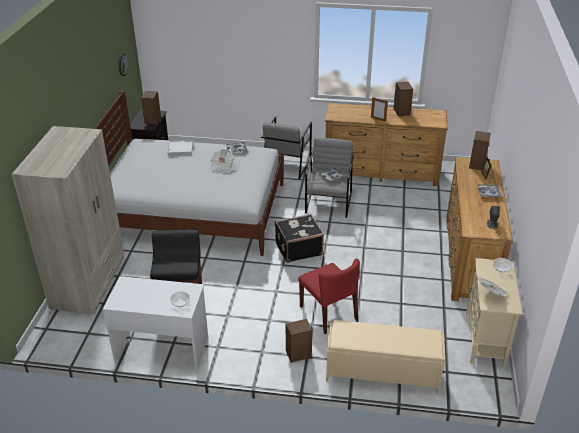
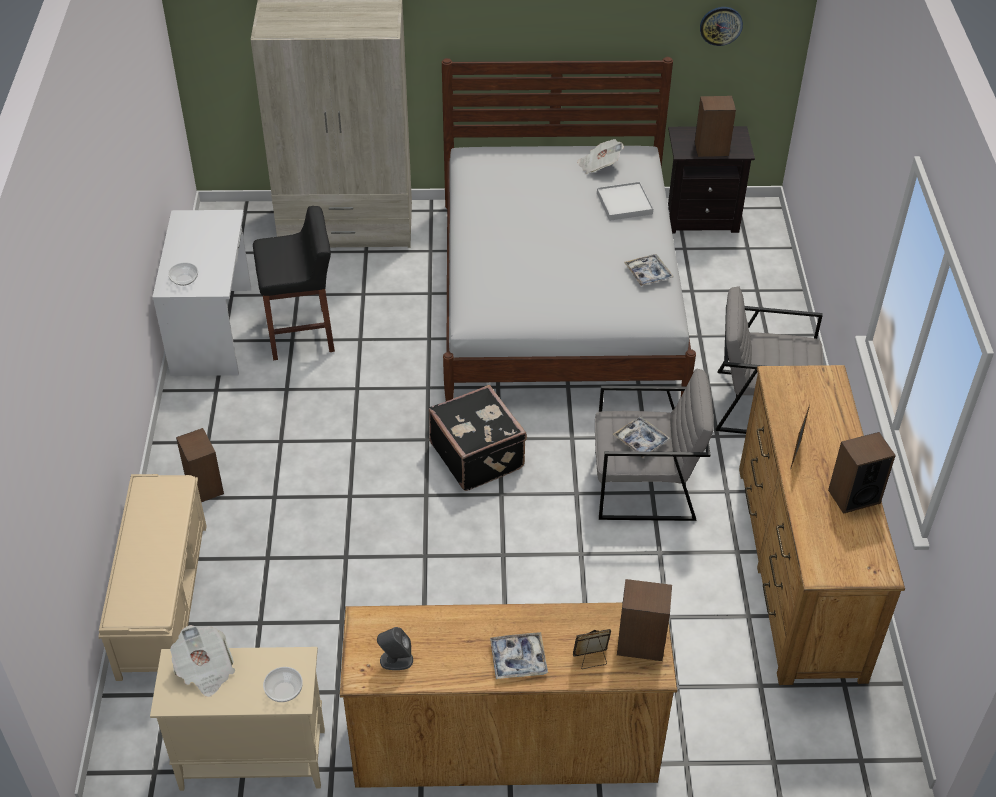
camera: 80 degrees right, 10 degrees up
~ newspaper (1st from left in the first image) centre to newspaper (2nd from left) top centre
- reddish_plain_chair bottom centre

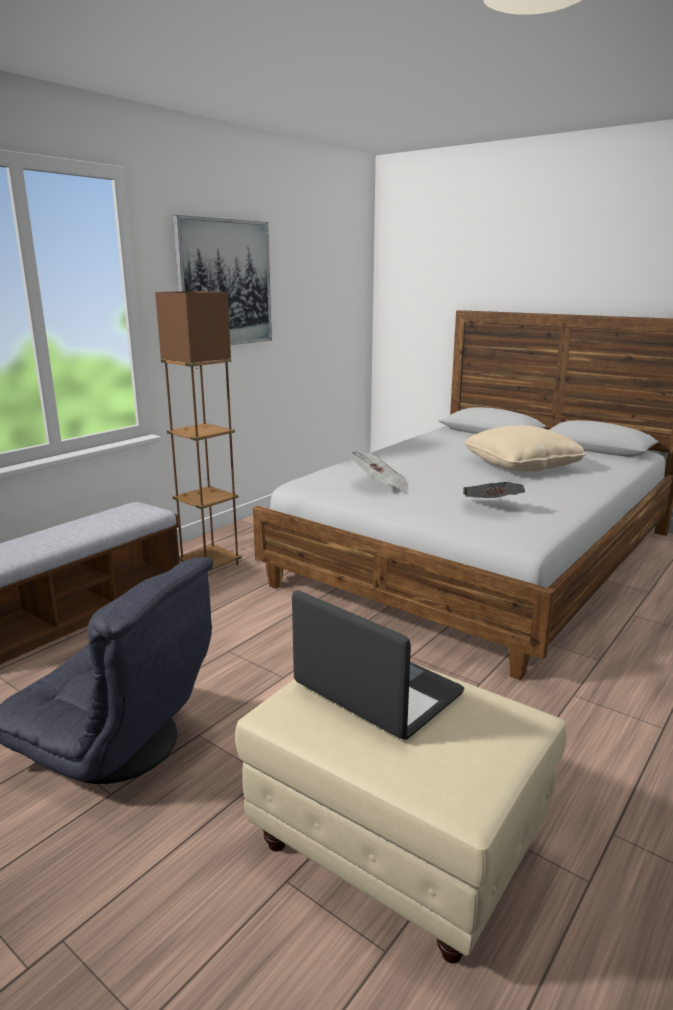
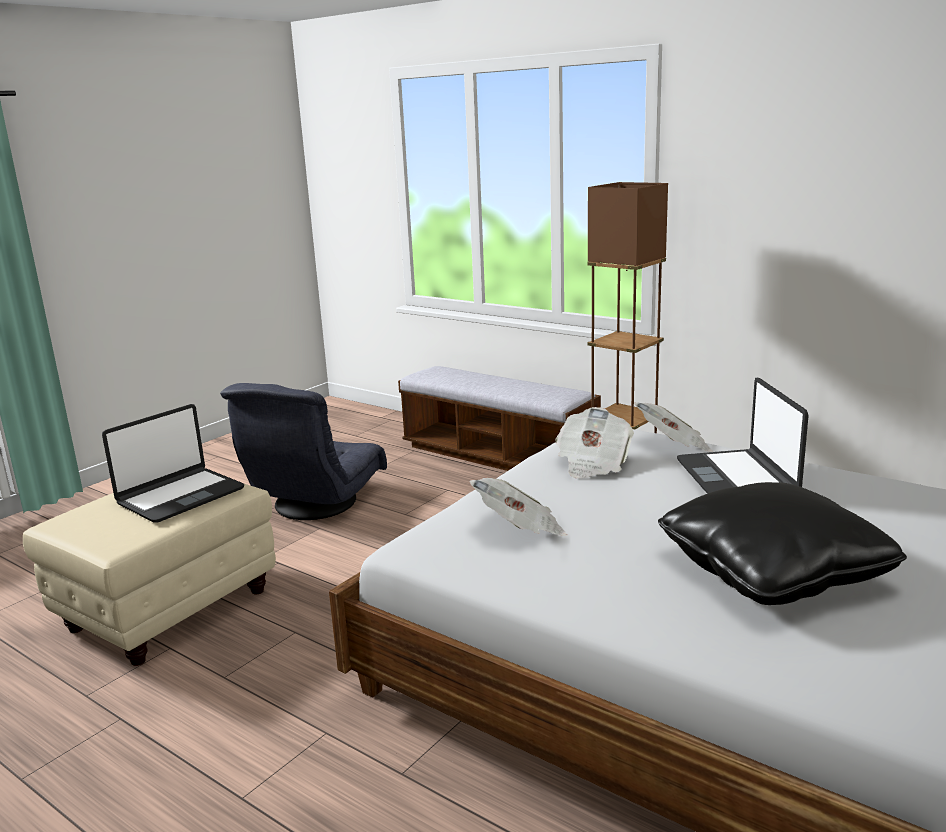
camera: 90 degrees right, 0 degrees up
- wall_picture top left
~ sand-coloured_pillow middle right to black_pillow middle right
+ laptop (2nd from left) middle right
+ newspaper (3rd from left) middle right

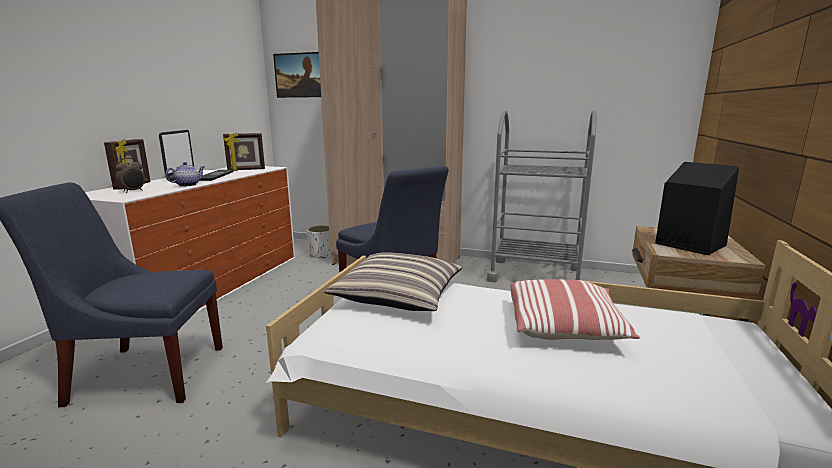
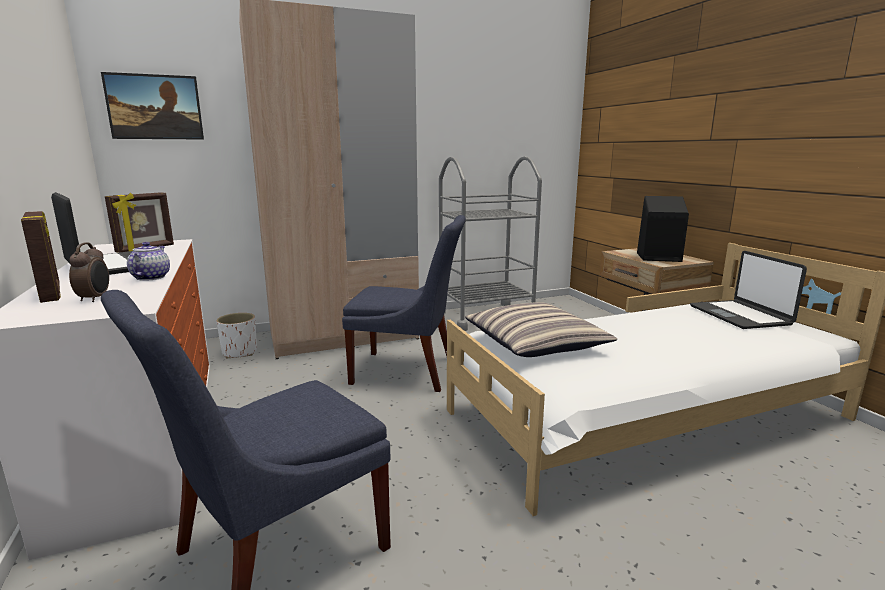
camera: 40 degrees left, 0 degrees up
- pillow (2nd from left) middle right
+ laptop (2nd from left) middle right

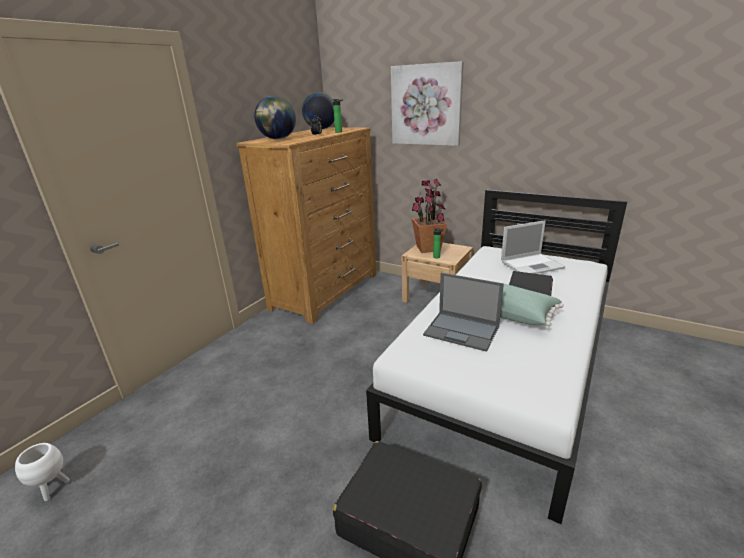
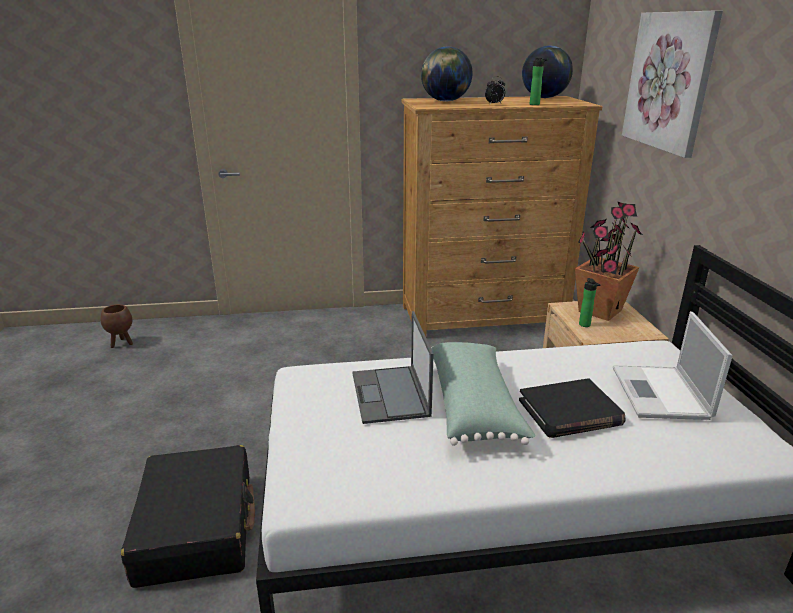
camera: 50 degrees right, 0 degrees up
~ laptop (2nd from left) middle right = middle right 60 degrees clockwise
~ white_flower_pot bottom left to brown_flower_pot middle left

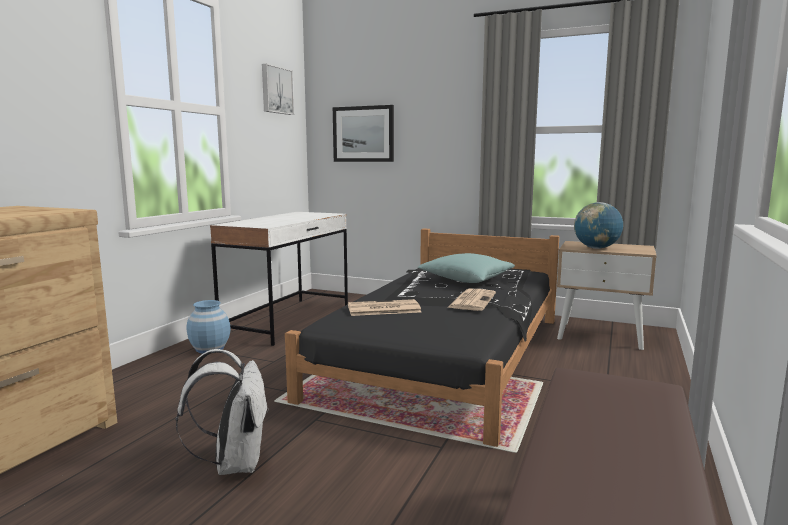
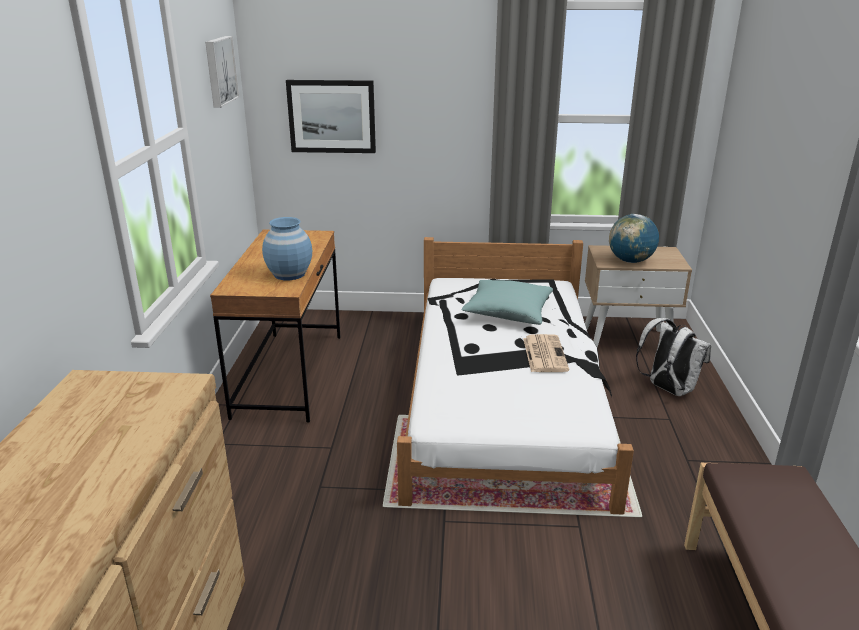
camera: 20 degrees left, 15 degrees up
~ white_desk_table centre to brown_desk_table middle left
~ black_sleeping_bed centre to white_sleeping_bed centre
- newspaper (1st from left) centre
~ bluish_decorative_vase middle left to centre
~ white_rucksack bottom left to middle right

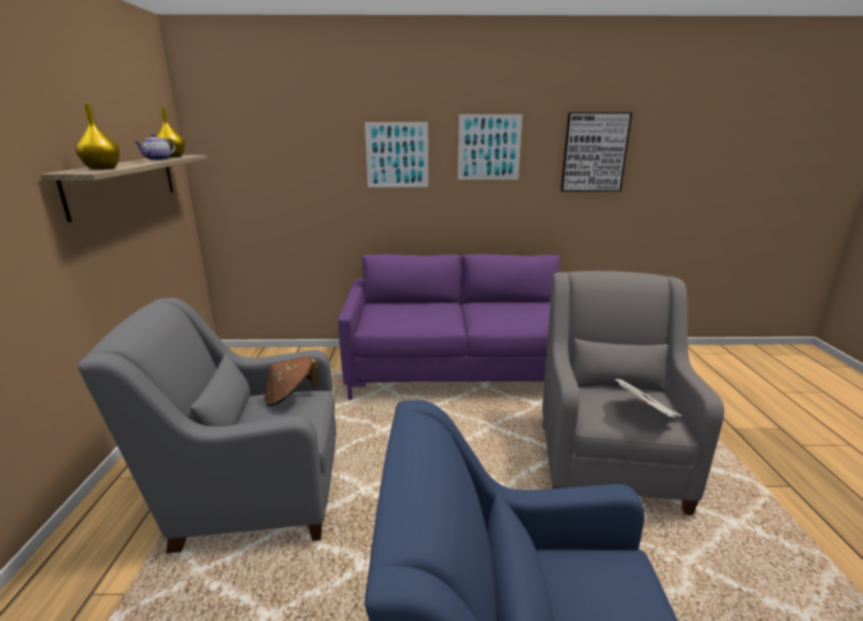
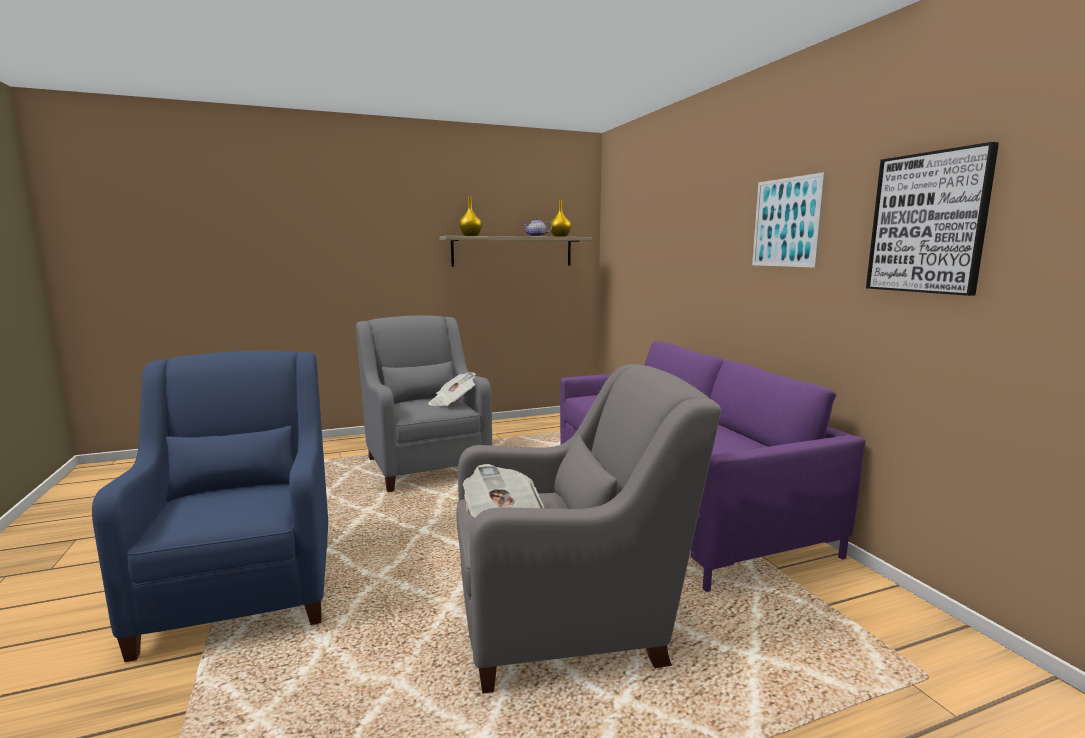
camera: 70 degrees right, 10 degrees down
- wall_picture (1st from left) top centre
~ brown_wearable_hat centre to newspaper (1st from left) centre

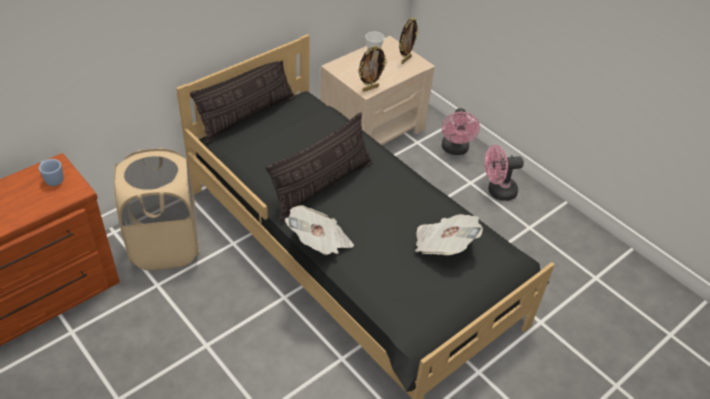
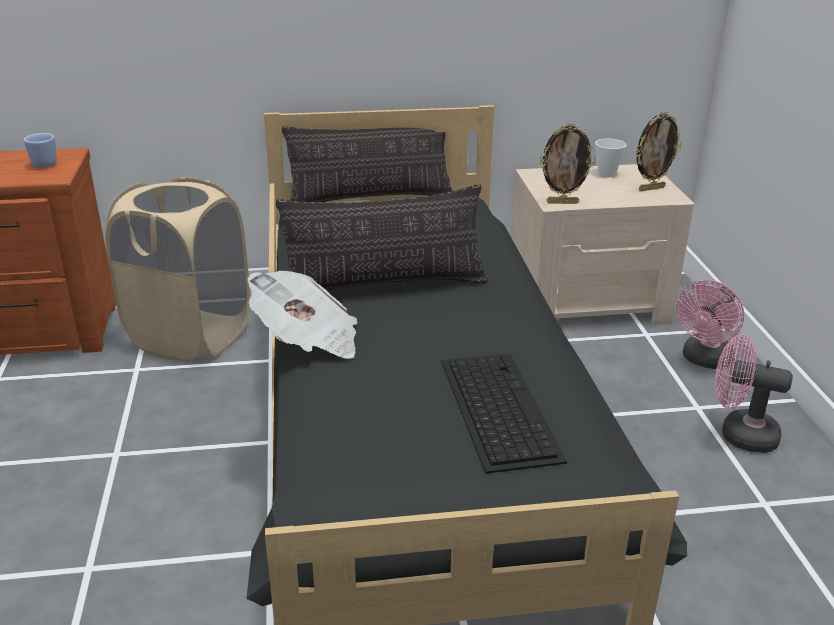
camera: 35 degrees right, 15 degrees down
~ newspaper (2nd from left) centre to keyboard centre

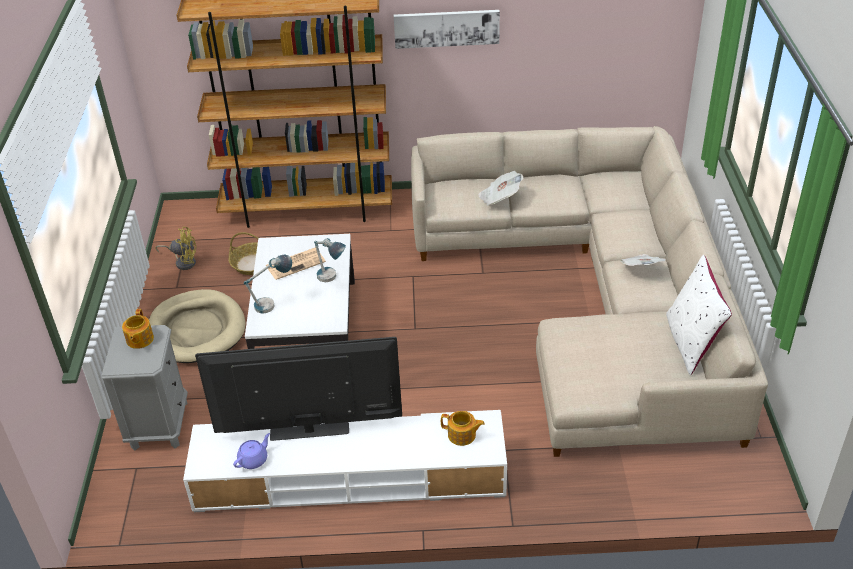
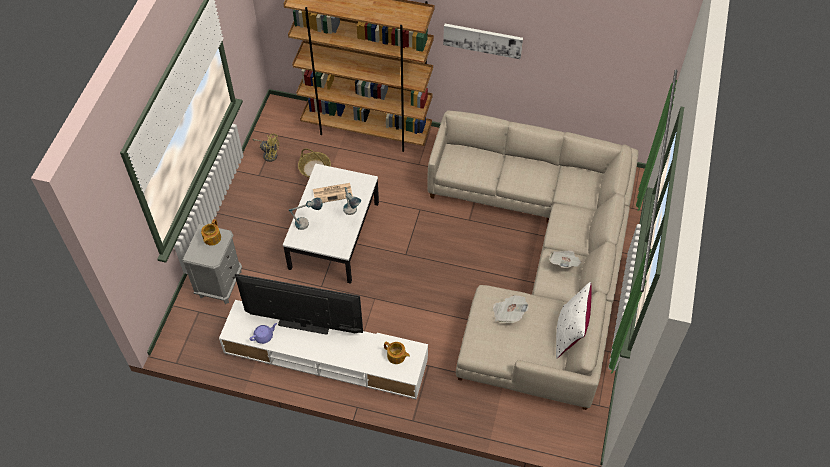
camera: 15 degrees right, 15 degrees up
~ newspaper (2nd from left) top centre to centre
- sand-coloured_dog_bed middle left

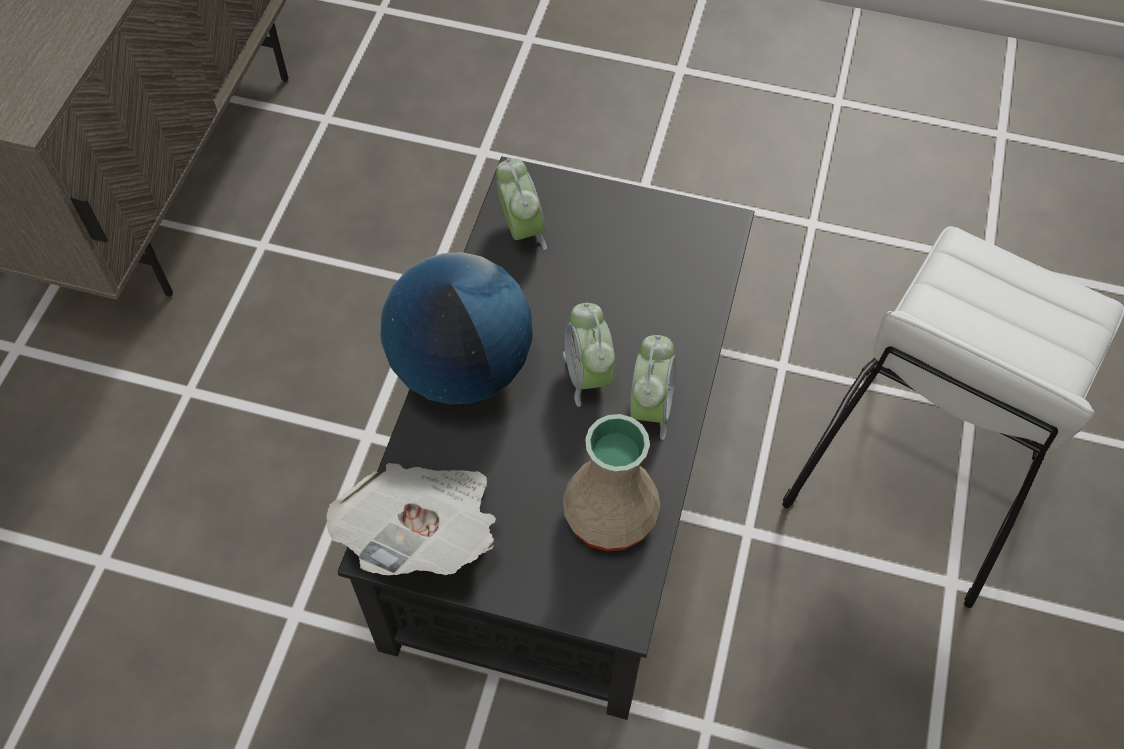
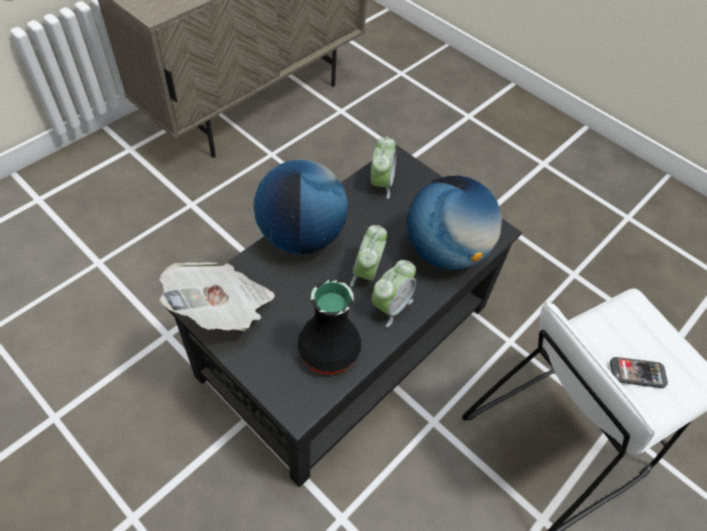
camera: 25 degrees right, 5 degrees down
~ sand-coloured_decorative_vase centre to black_decorative_vase centre
+ world_globe (2nd from left) centre
+ telephone bottom right

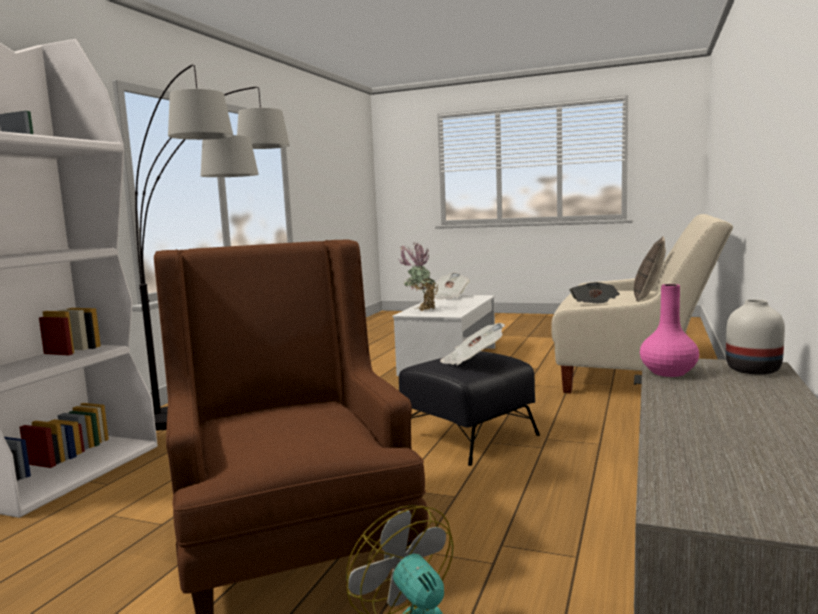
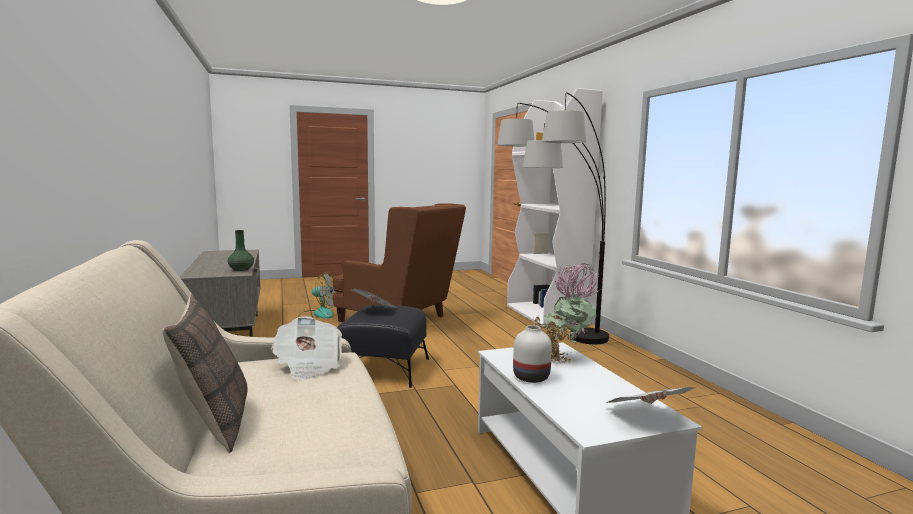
camera: 140 degrees right, 0 degrees up
~ pinkish_decorative_vase middle right to greenish_decorative_vase middle left
~ white_decorative_vase middle right to bottom centre

